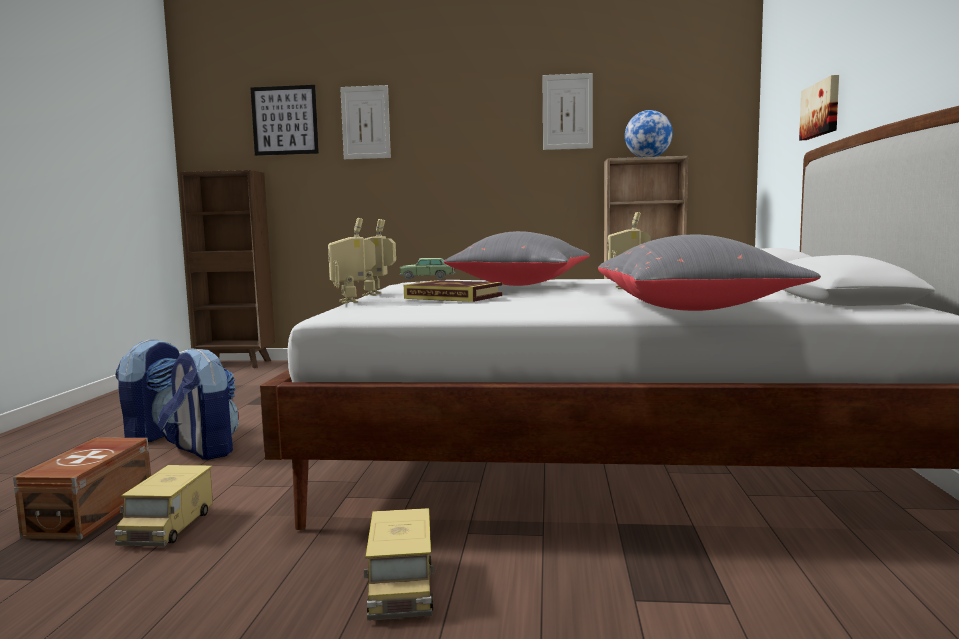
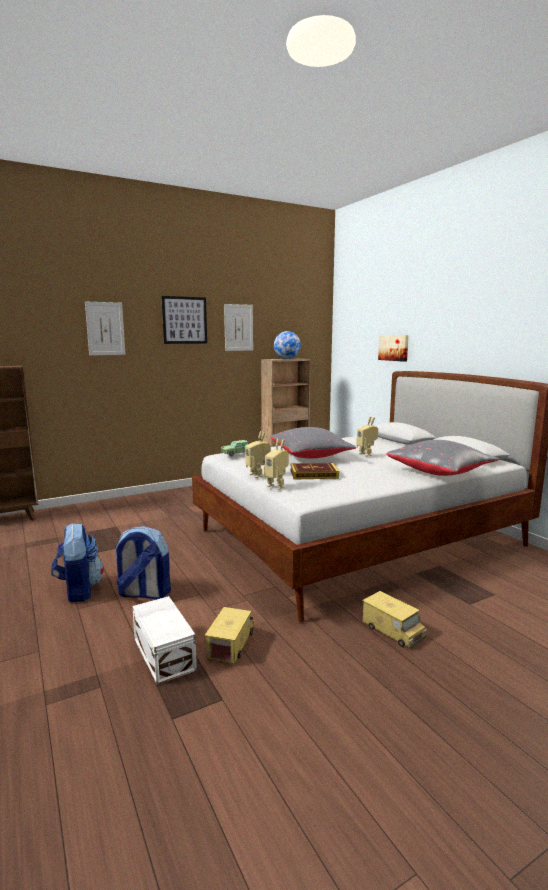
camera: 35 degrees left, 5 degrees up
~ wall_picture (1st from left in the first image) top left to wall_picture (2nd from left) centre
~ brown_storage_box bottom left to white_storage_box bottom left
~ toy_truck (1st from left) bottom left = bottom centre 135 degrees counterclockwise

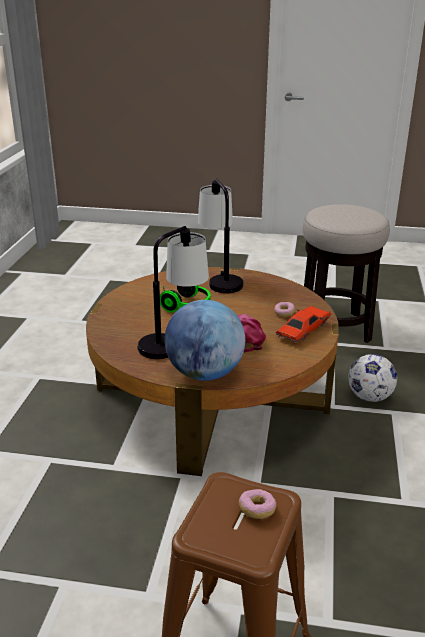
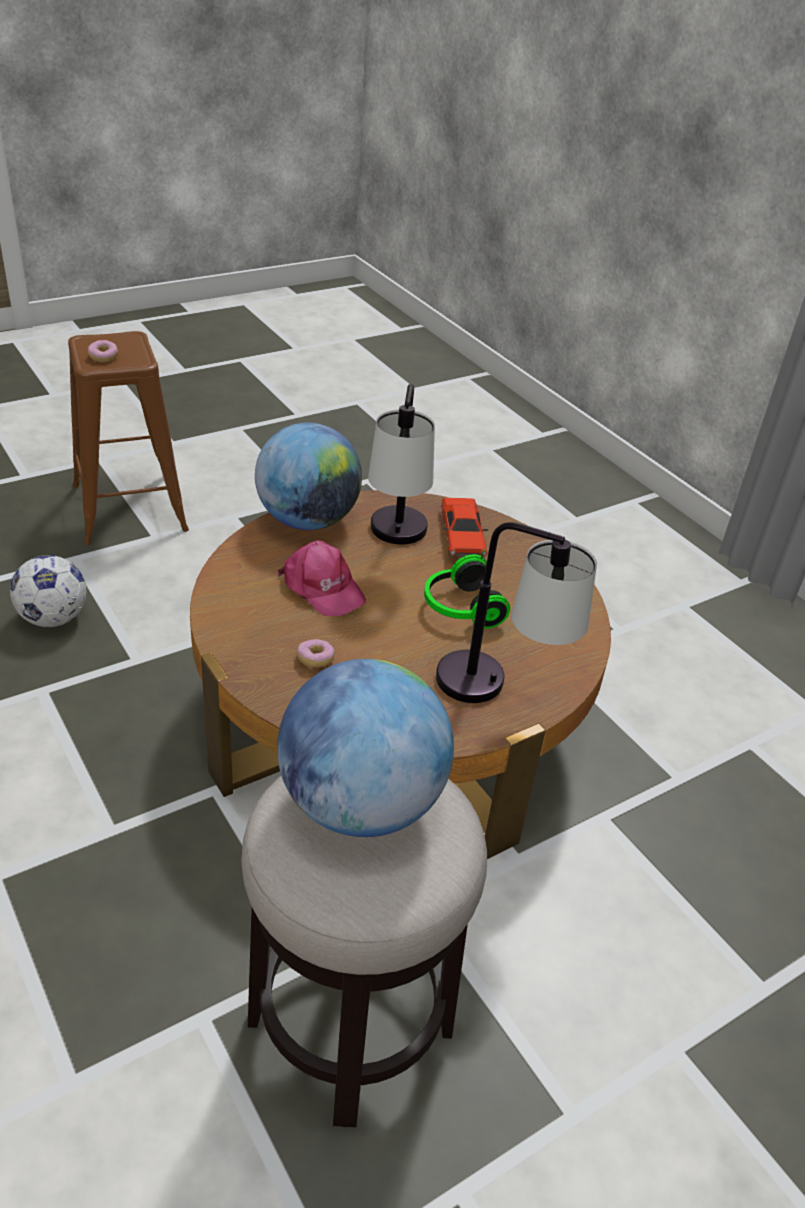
camera: 135 degrees right, 10 degrees up
~ reddish_model_car middle right to centre
~ football_ball middle right to middle left
+ world_globe (2nd from left) centre

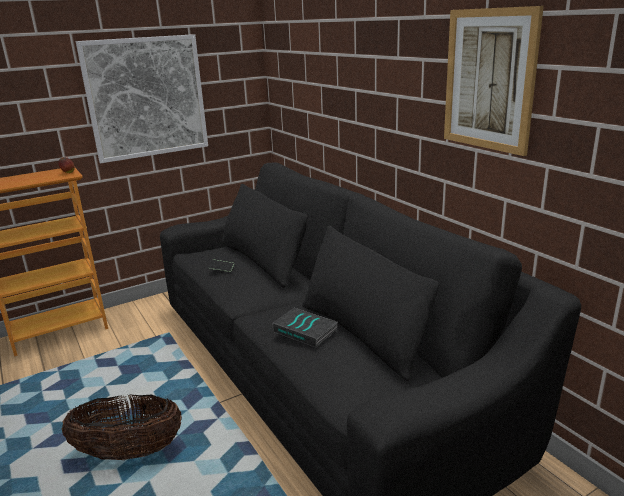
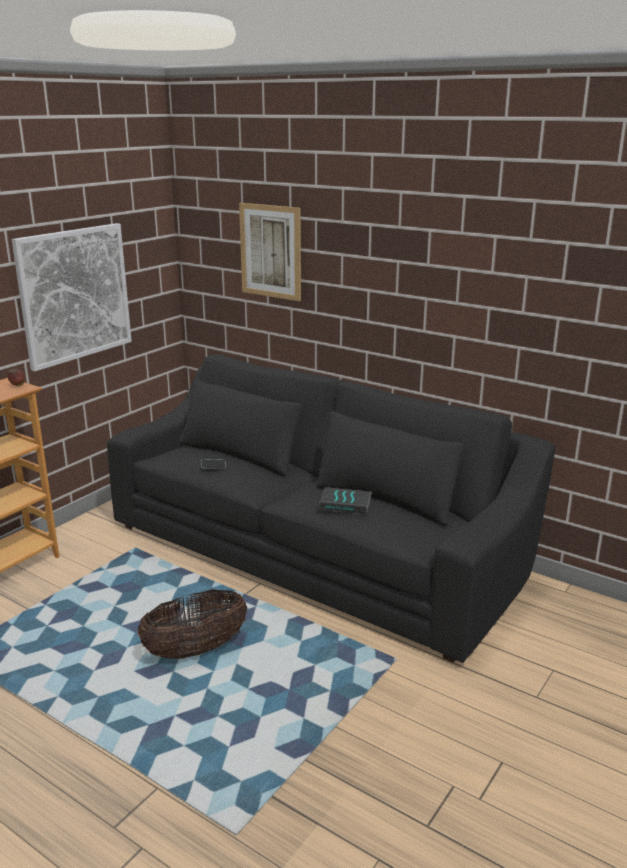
camera: 25 degrees left, 0 degrees up
~ wall_picture (2nd from left) top right to top centre

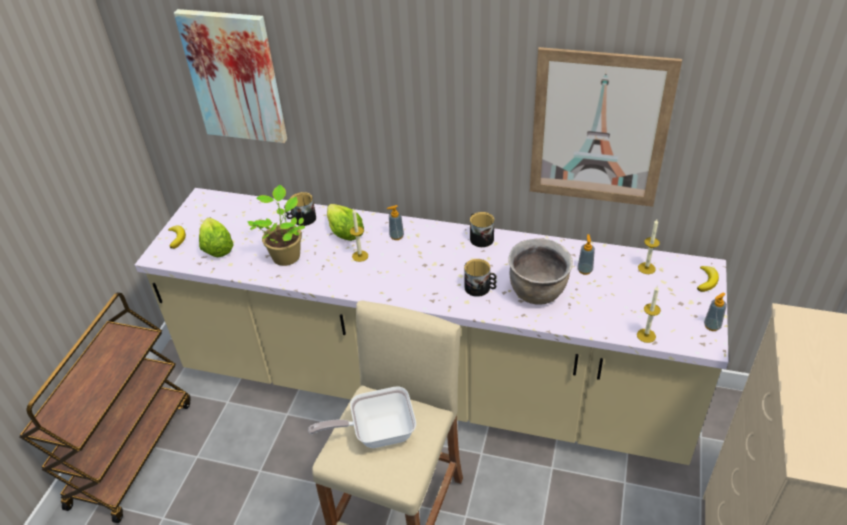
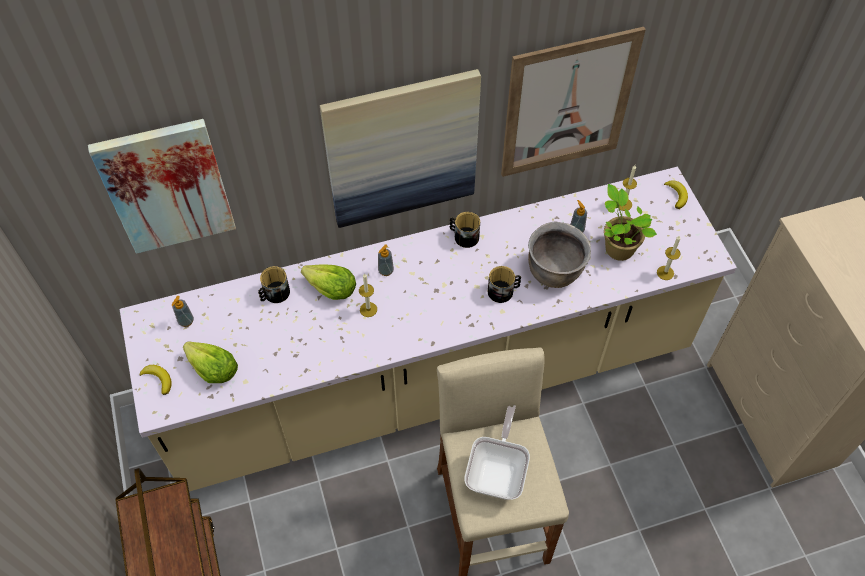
camera: 35 degrees left, 15 degrees up
~ potted_plant middle left to middle right
~ liquid_soap_bottle (3rd from left in the first image) middle right to liquid_soap_bottle (1st from left) middle left
~ skillet bottom centre = bottom centre 150 degrees clockwise
+ wall_picture (2nd from left) top centre

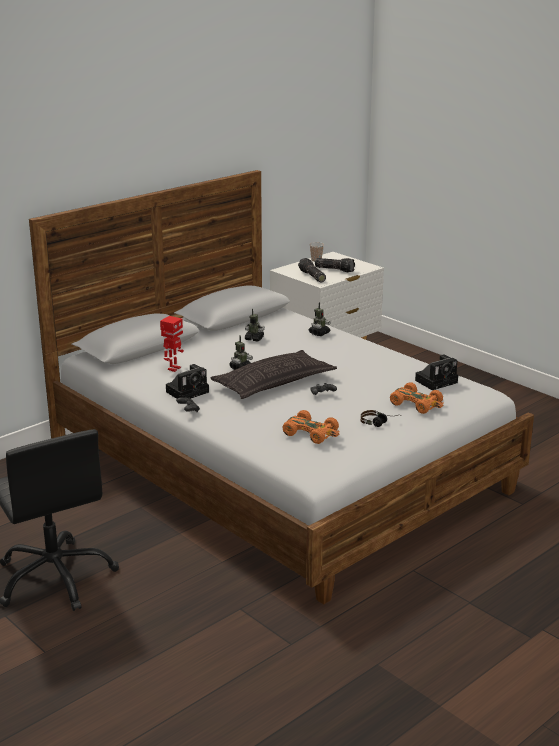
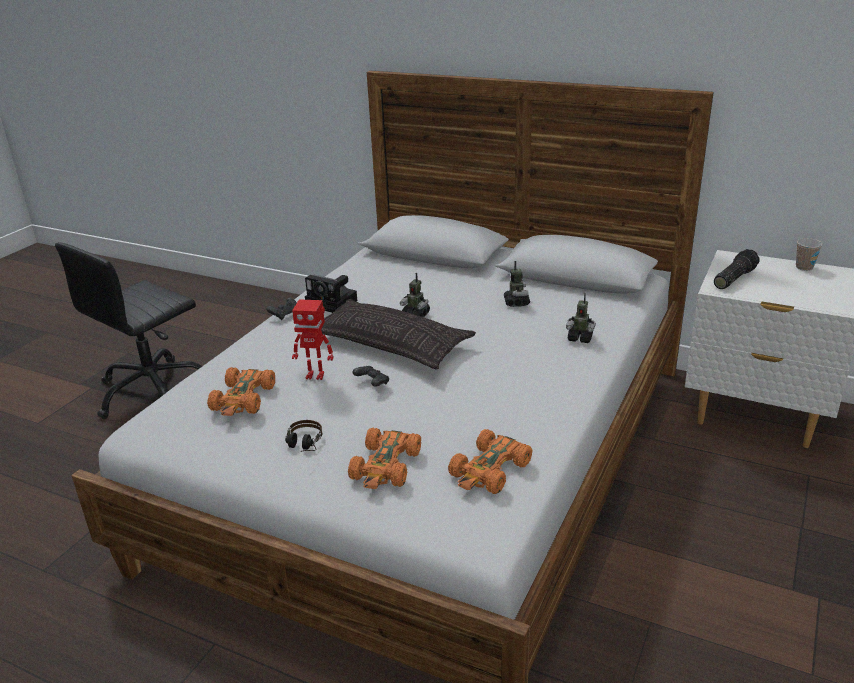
camera: 70 degrees right, 5 degrees up
- torch (2nd from left) centre
~ toy_robot (1st from left) middle left to centre
~ still_camera (2nd from left) middle right to orange_model_car (3rd from left) bottom centre

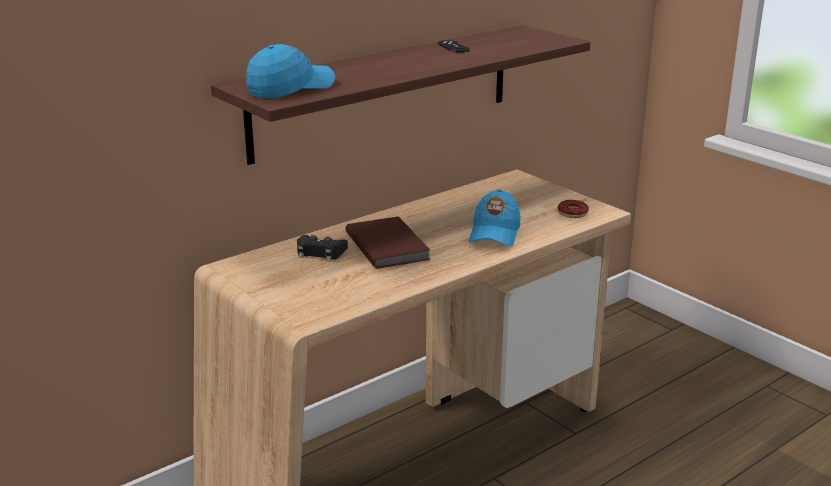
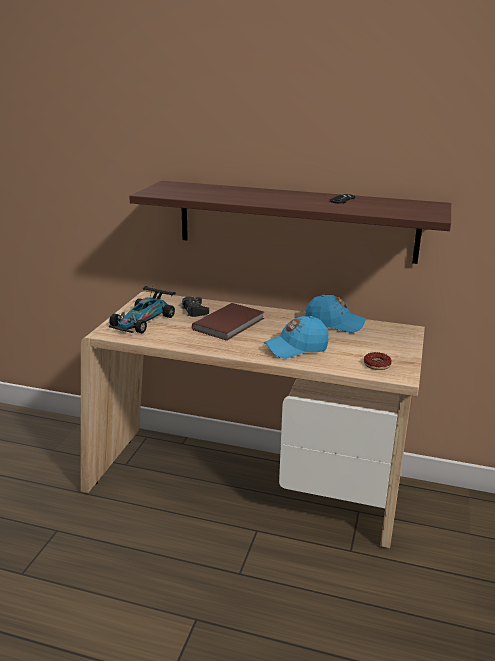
camera: 55 degrees right, 0 degrees up
~ bluish_cap (1st from left in the first image) top centre to bluish_cap (2nd from left) middle right
+ model_car middle left

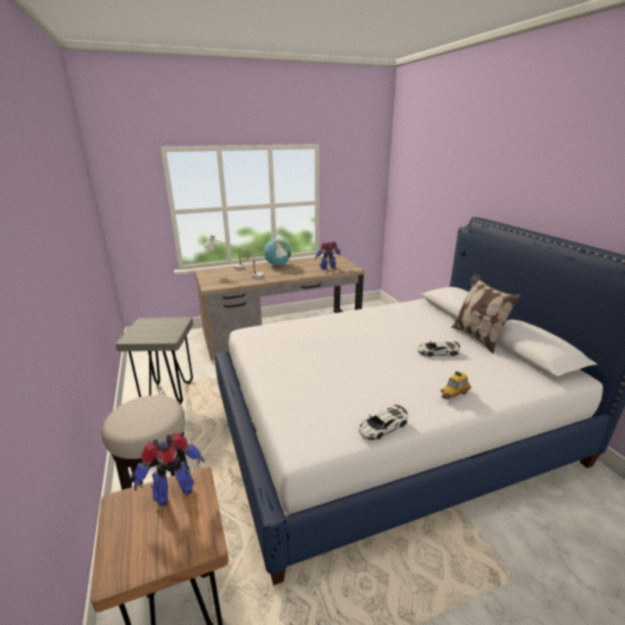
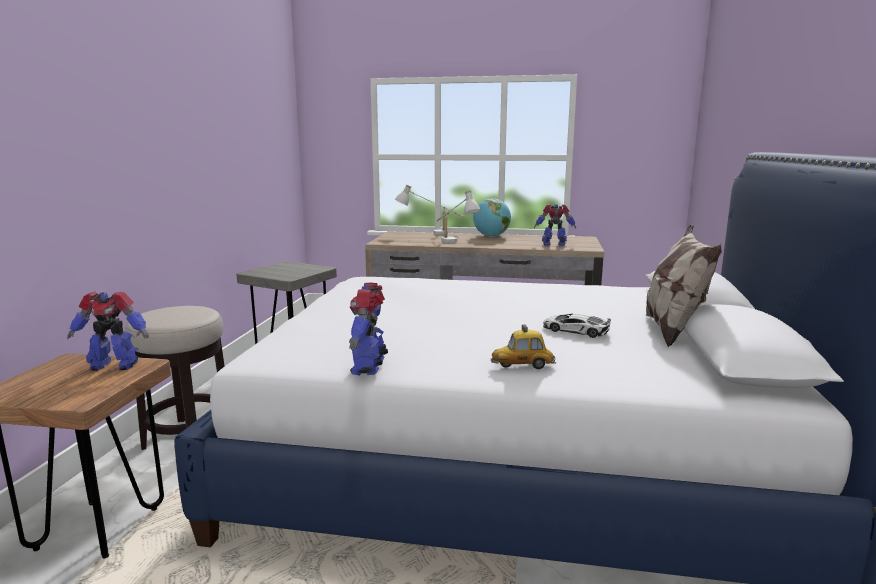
camera: 30 degrees right, 10 degrees down
~ model_car (1st from left) bottom centre to toy_robot (2nd from left) centre

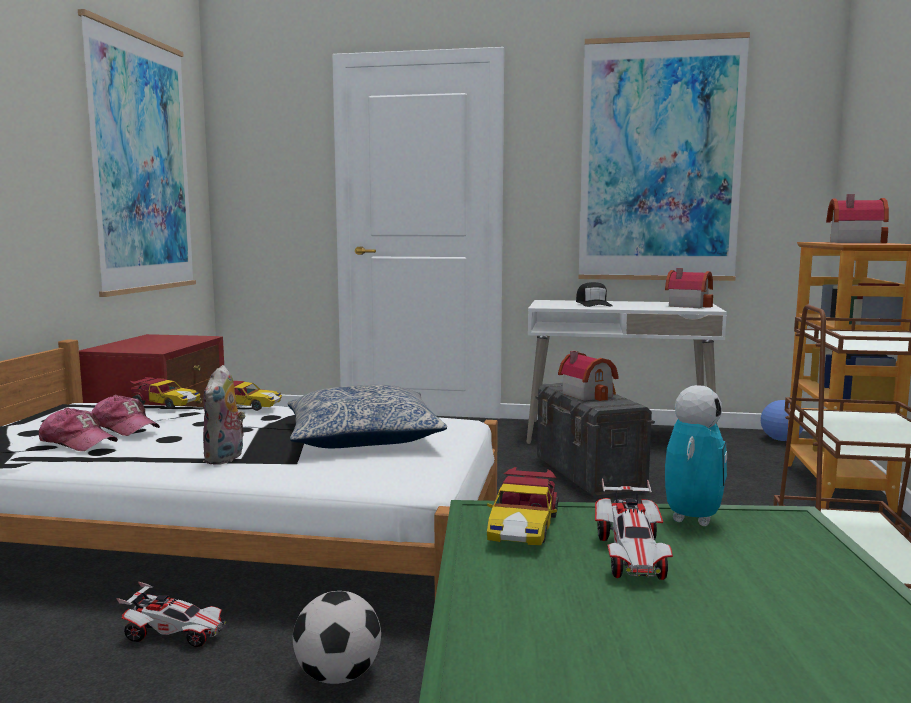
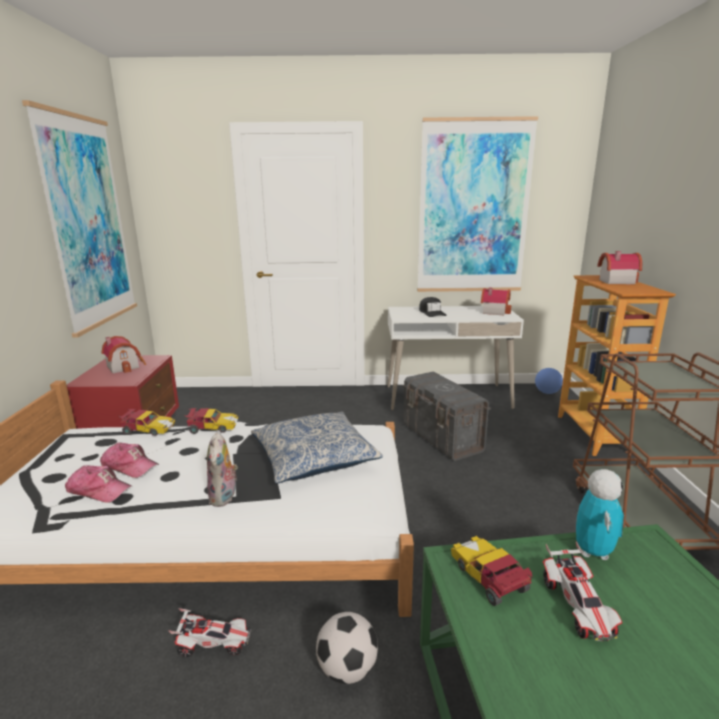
camera: 10 degrees left, 10 degrees up
~ model_house (1st from left) centre to middle left
~ model_car (4th from left) bottom centre = bottom right 150 degrees clockwise

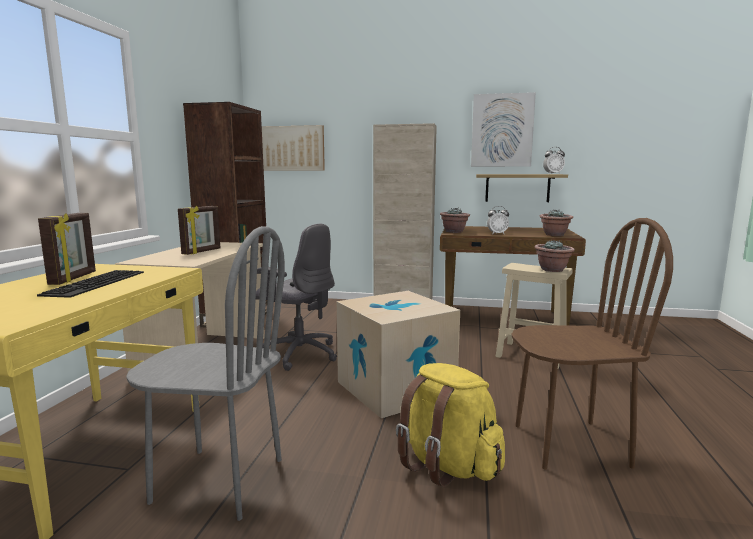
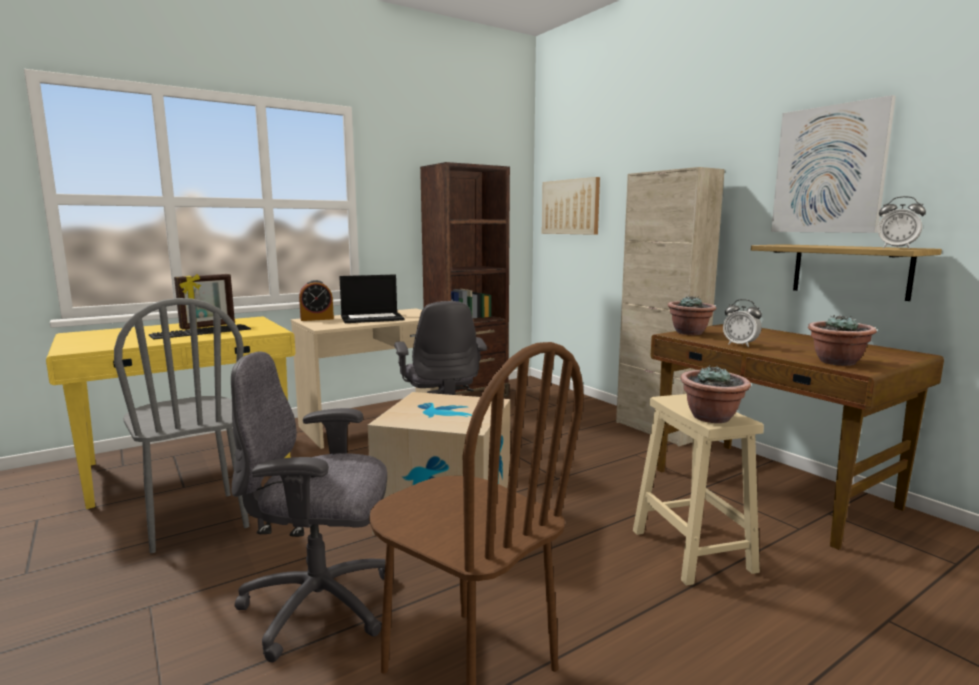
camera: 45 degrees right, 0 degrees up
~ photo_frame (2nd from left) middle left to laptop centre
~ yellow_rucksack bottom centre to grey_computer_chair (1st from left) bottom left
+ alarm_clock (1st from left) middle left

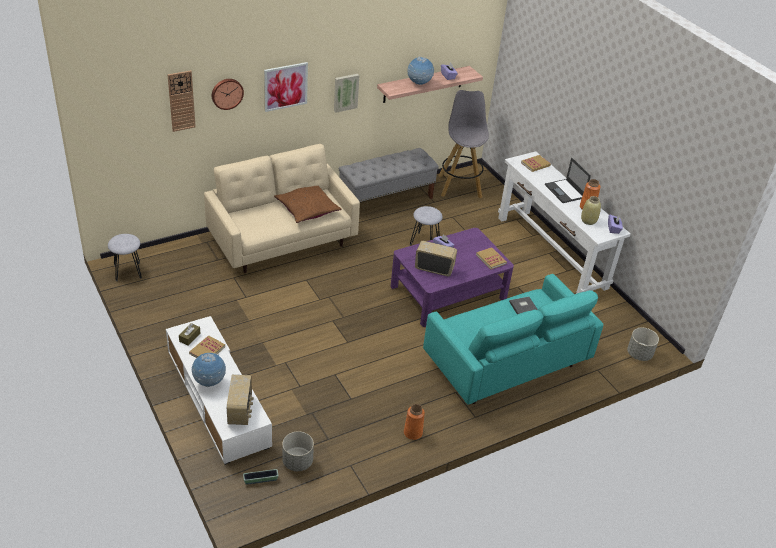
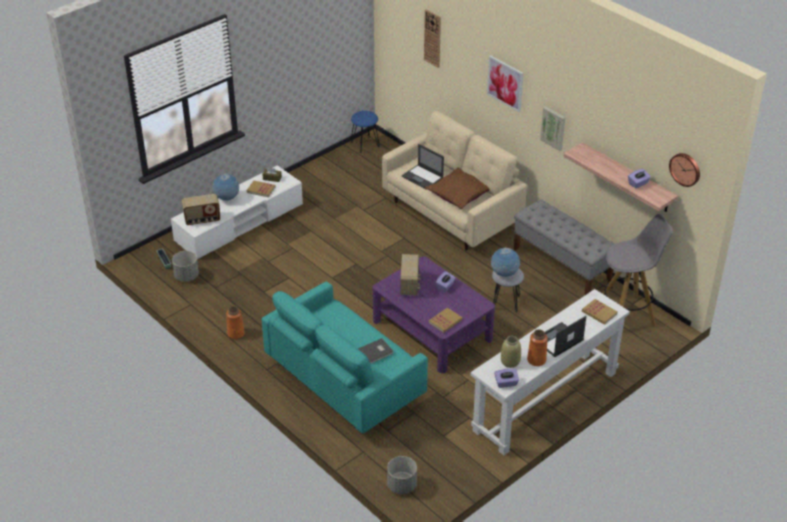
camera: 80 degrees right, 0 degrees up
~ world_globe (2nd from left) top centre to centre
~ wall_clock (2nd from left) top left to top right
~ grey_stool (1st from left) middle left to bluish_stool top centre
+ laptop (1st from left) top centre

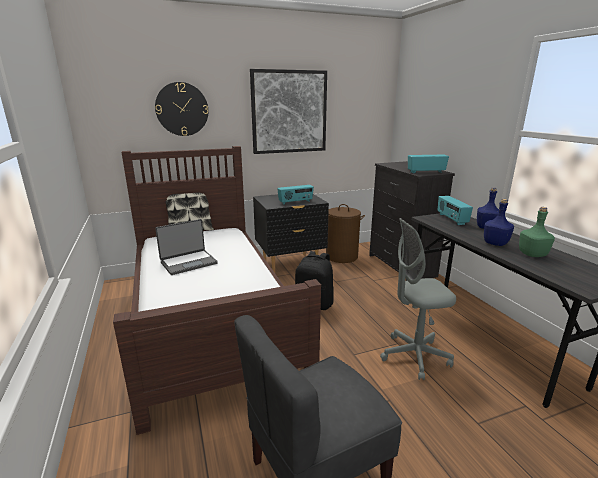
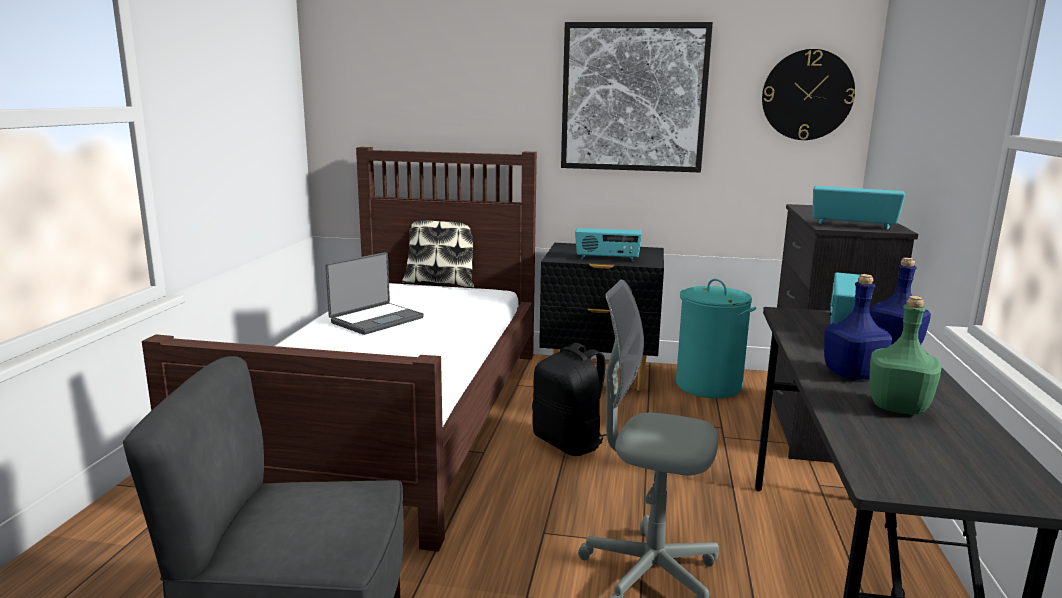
camera: 30 degrees right, 5 degrees down
~ wall_clock top left to top right
~ brown_laundry_basket centre to turquoise_laundry_basket middle right
~ laptop middle left = centre 45 degrees counterclockwise

